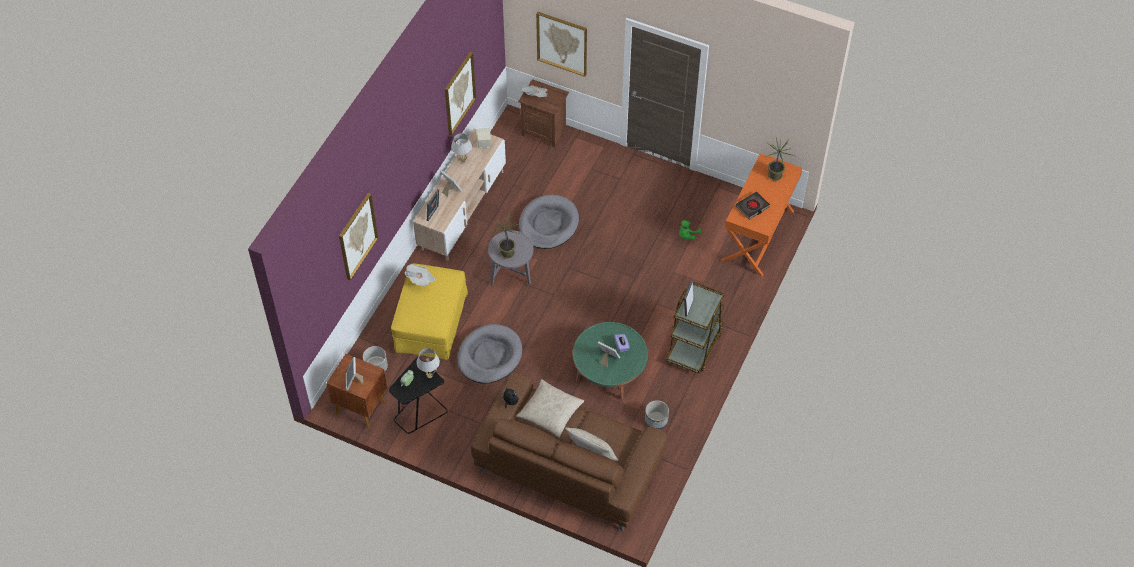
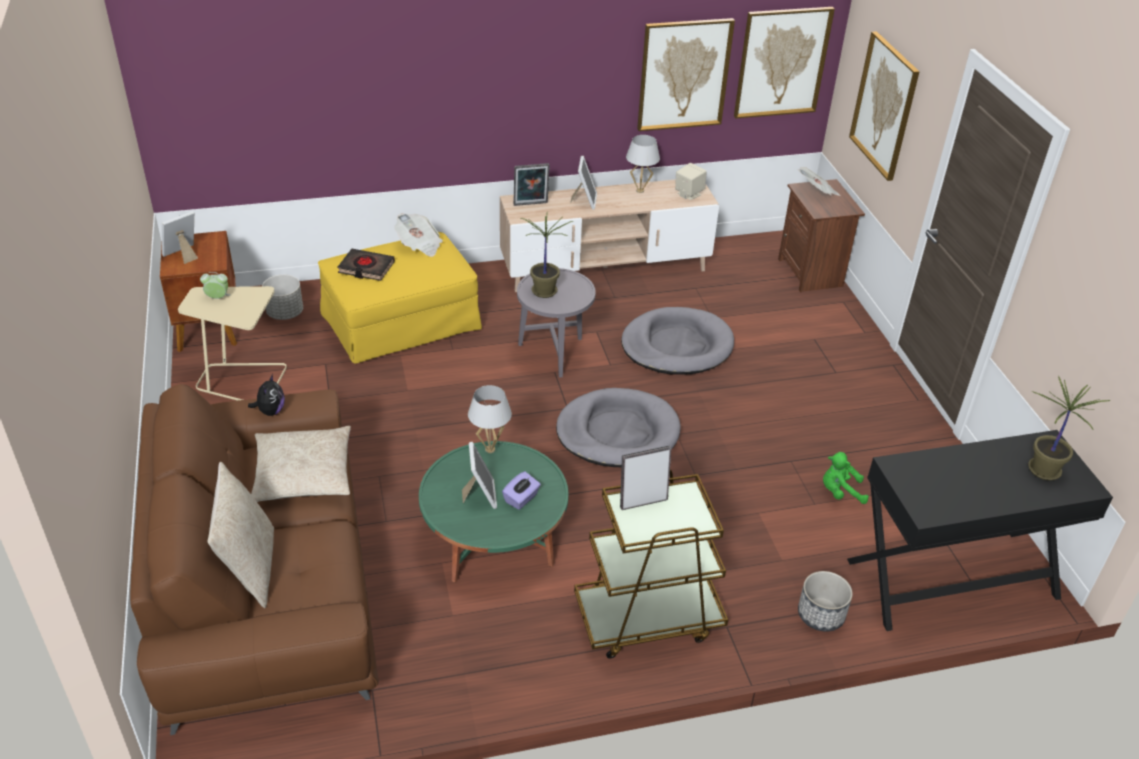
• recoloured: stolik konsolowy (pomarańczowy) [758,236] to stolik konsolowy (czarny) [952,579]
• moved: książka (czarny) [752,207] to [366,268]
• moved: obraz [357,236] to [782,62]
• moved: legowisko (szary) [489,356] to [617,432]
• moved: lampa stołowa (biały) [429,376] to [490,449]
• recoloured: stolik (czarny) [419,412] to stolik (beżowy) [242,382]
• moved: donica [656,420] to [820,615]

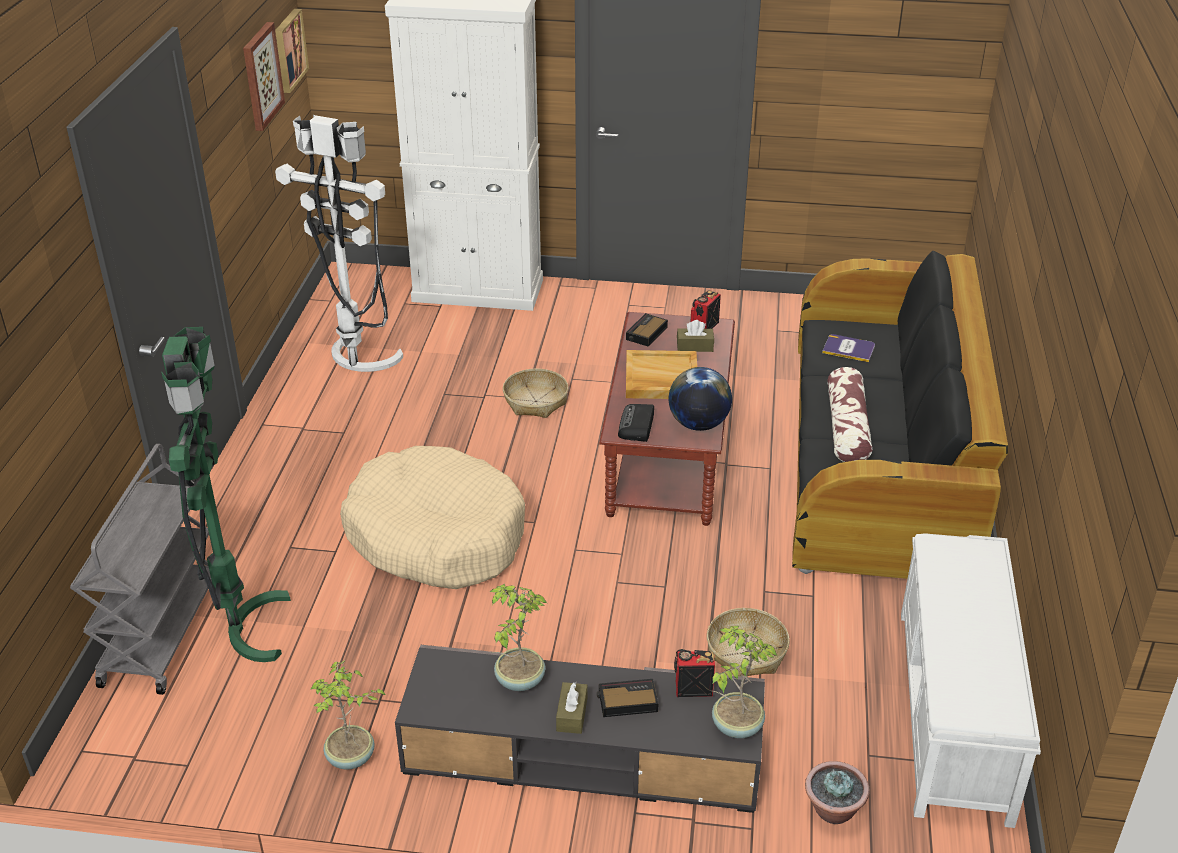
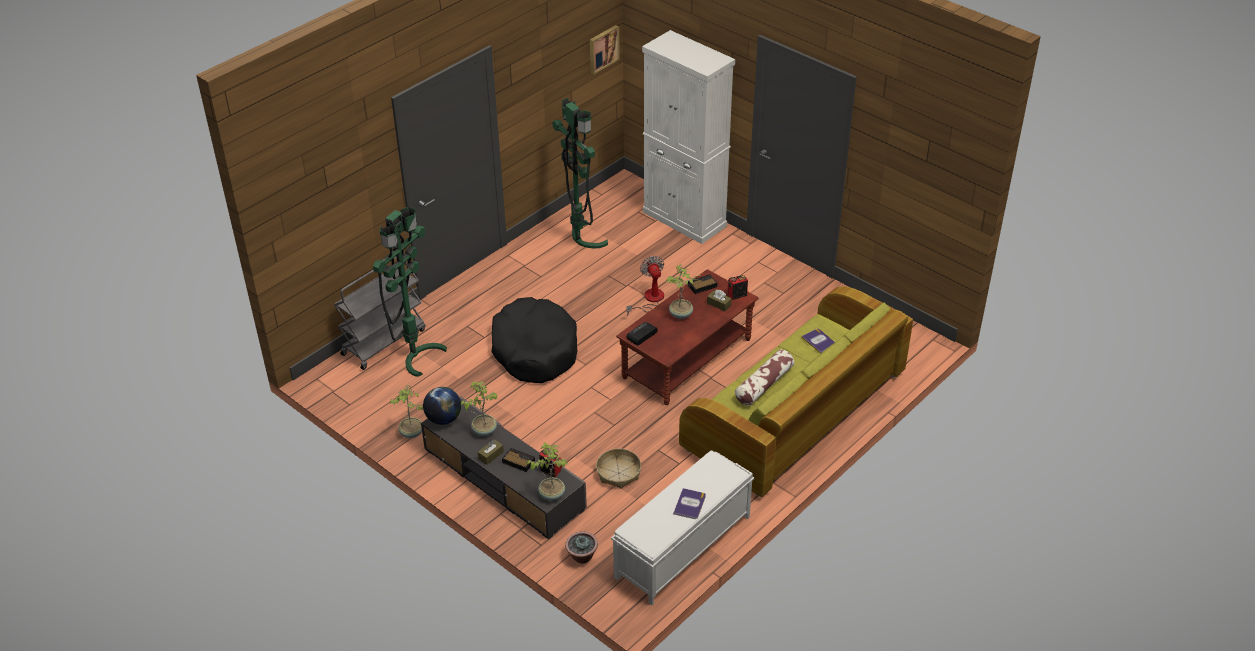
• removed: obraz [261,76]
• recoloured: lampa stojąca (biały) [357,365] to lampa stojąca (zielony) [580,240]
• recoloured: kanapa (czarny) [879,459] to kanapa (zielony) [795,412]
• replaced: taca (beżowy) [660,378] to roślina doniczkowa [681,315]
• moved: globus [698,424] to [443,419]
• replaced: koszyk [536,401] to wentylator [649,300]
• recoloured: legowisko (beżowy) [436,535] to legowisko (czarny) [535,350]
• added: książka [689,504]

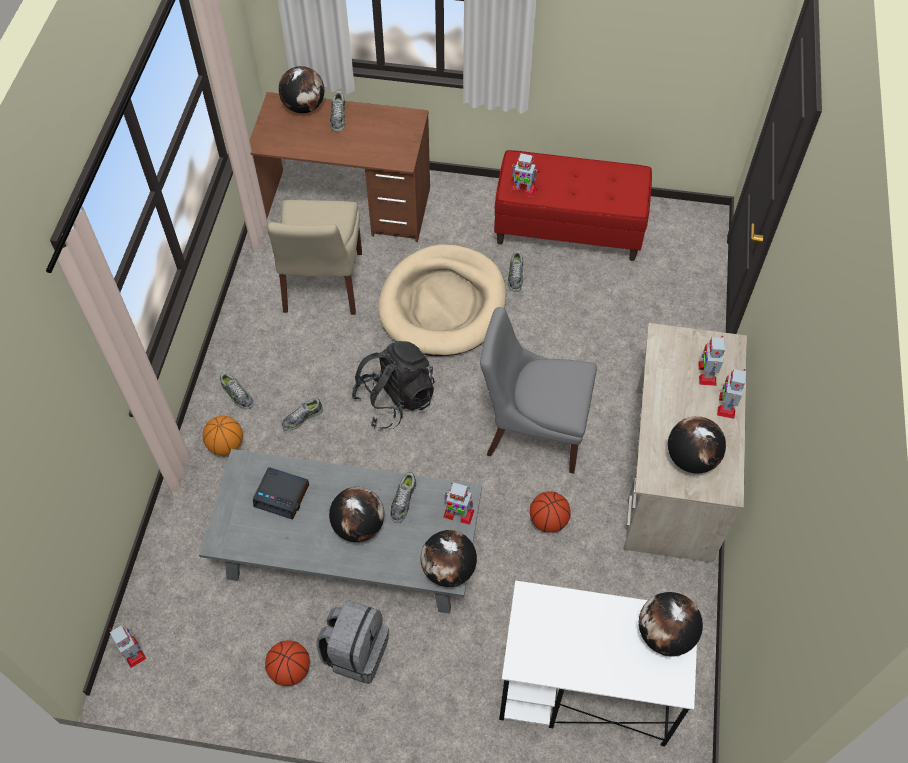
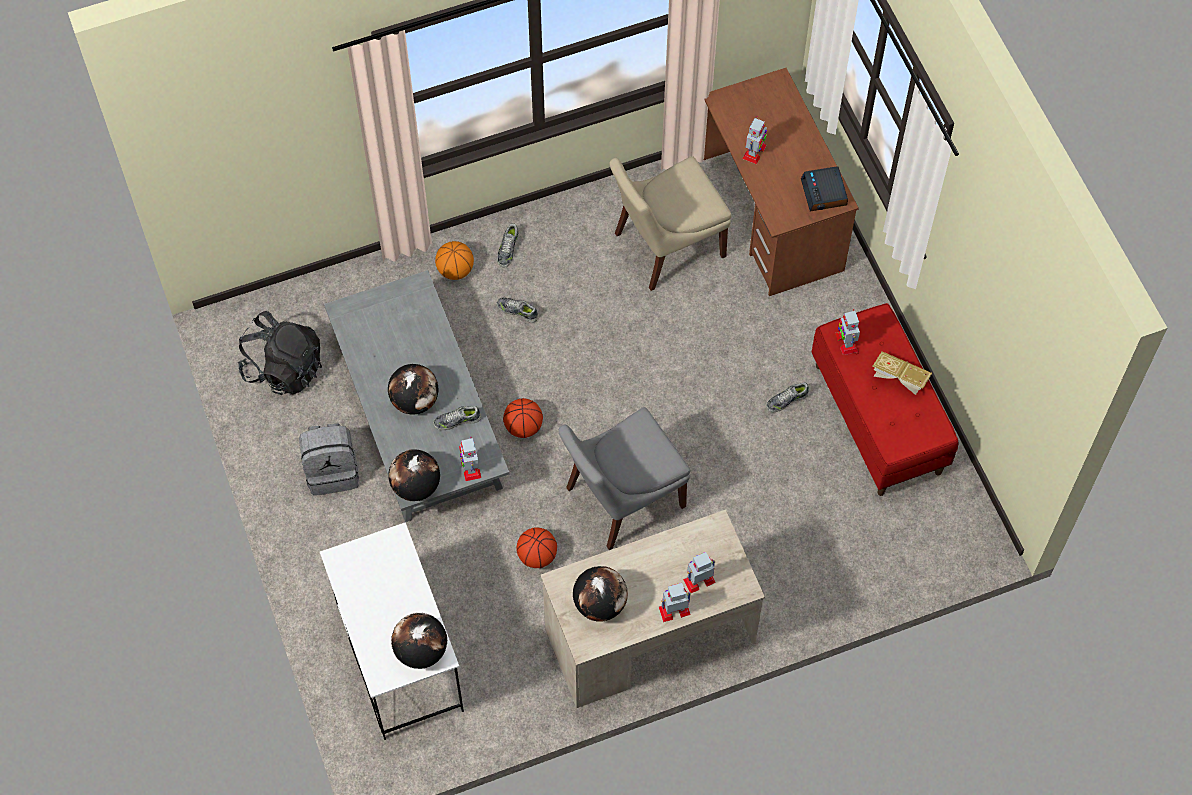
• removed: globus [304,107]
• removed: but [338,117]
• removed: legowisko (beżowy) [443,304]
• turned: krzesło (szary) [532,430] = [621,499] 105 degrees counterclockwise
• moved: plecak (czarny) [395,399] to [284,368]
• moved: budzik [282,495] to [824,193]
• moved: robot zabawkowy [132,652] to [754,152]
• moved: piłka do koszykówki [290,670] to [523,427]
• added: książka [899,379]

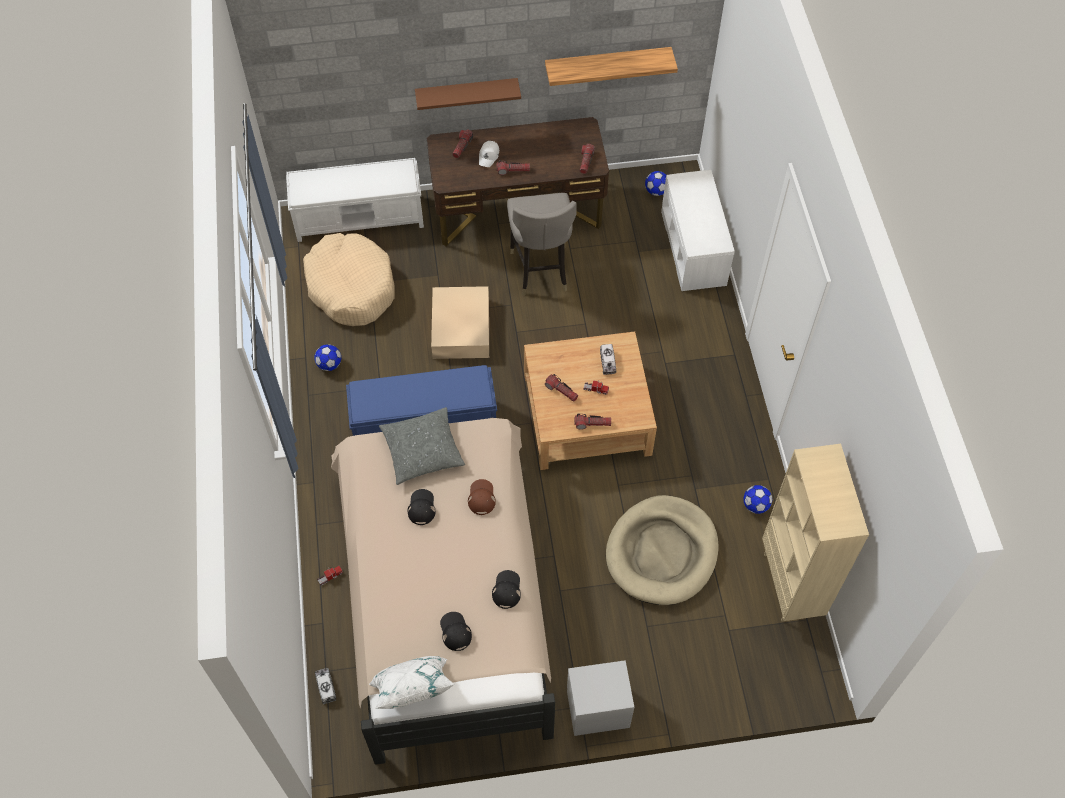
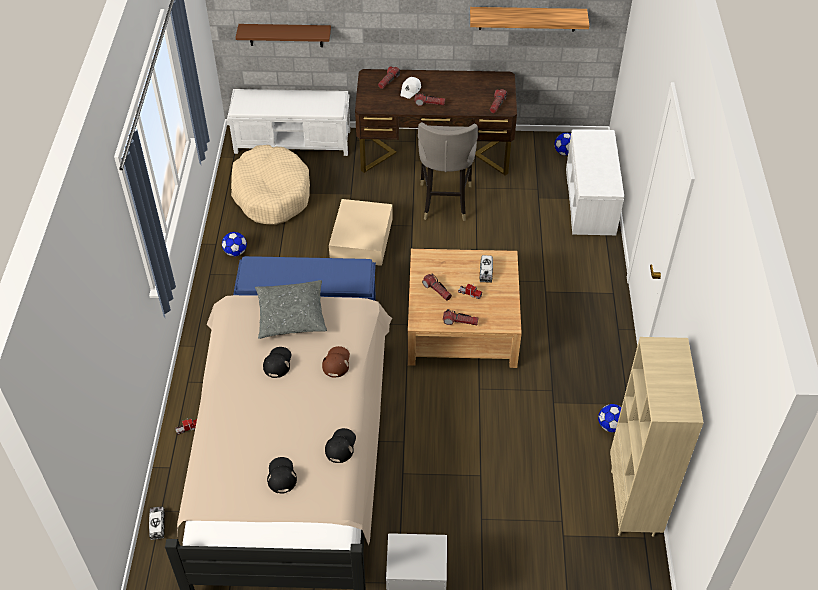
• moved: półka (brązowy) [466,93] to [285,35]
• removed: legowisko (beżowy) [662,552]
• removed: poduszka (biały) [413,692]

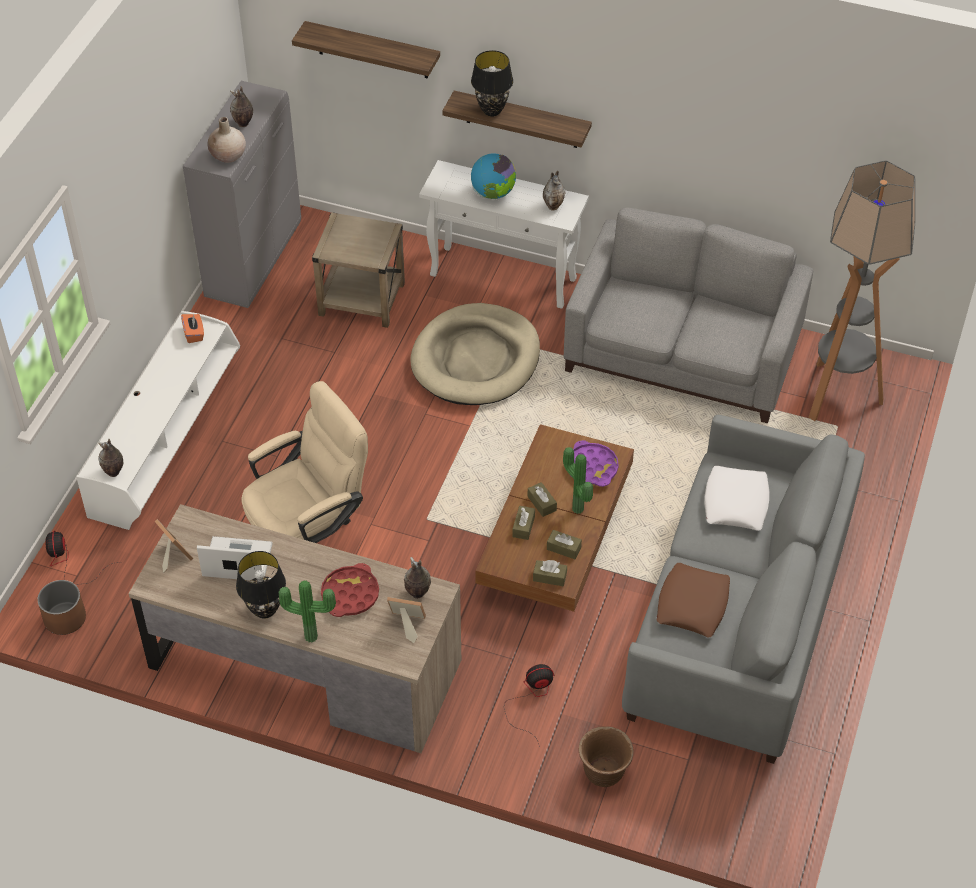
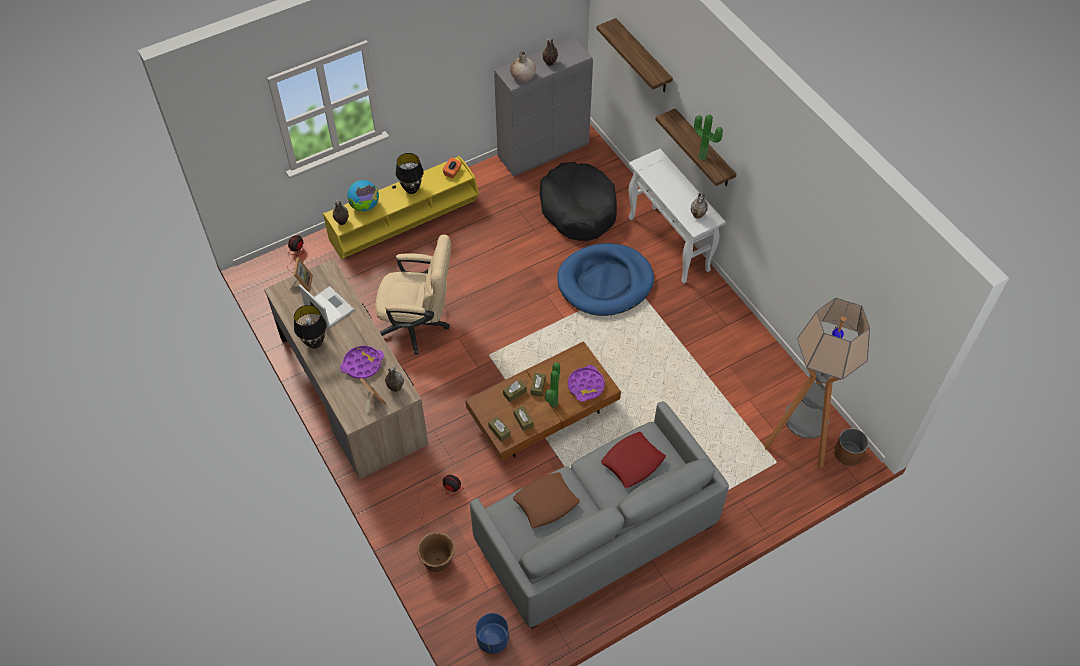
• moved: lampa stołowa (czarny) [491,110] to [412,189]
• moved: globus [493,193] to [365,206]
• removed: kanapa (szary) [682,352]
• replaced: stolik (beżowy) [362,300] to legowisko (czarny) [578,209]
• recoloured: legowisko (beżowy) [476,359] to legowisko (niebieski) [605,282]
• recoloured: szafka pod telewizor (biały) [167,439] to szafka pod telewizor (żółty) [405,223]
• recoloured: poduszka (biały) [736,503] to poduszka (czerwony) [632,462]
• recoloured: taca (czerwony) [350,594] to taca (fioletowy) [362,364]
• moved: donica (brązowy) [64,618] to [847,453]
• moved: roślina doniczkowa [311,635] to [703,156]
• added: donica (niebieski) [492,640]

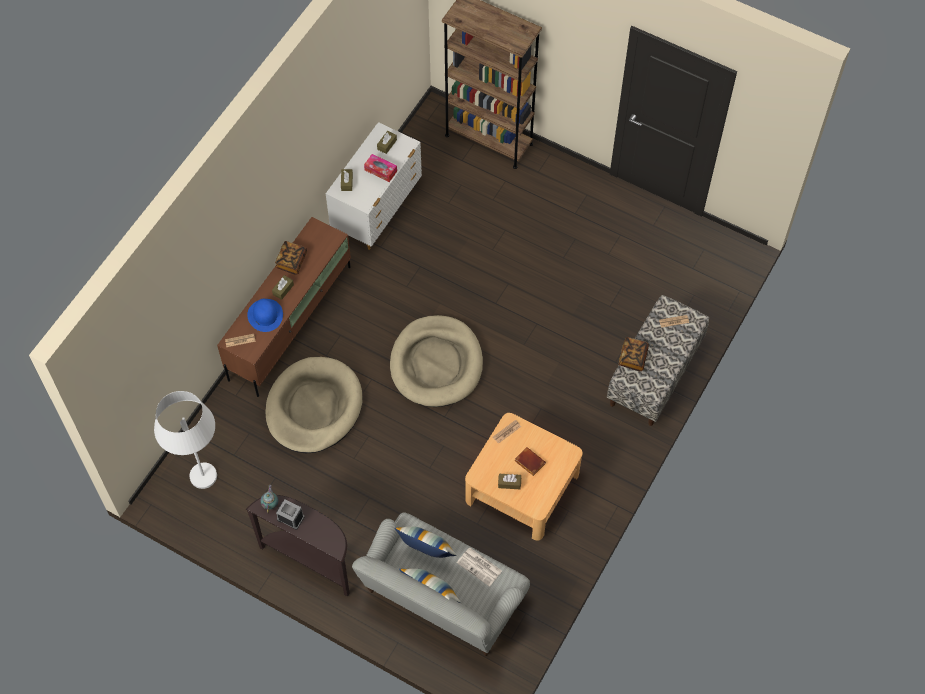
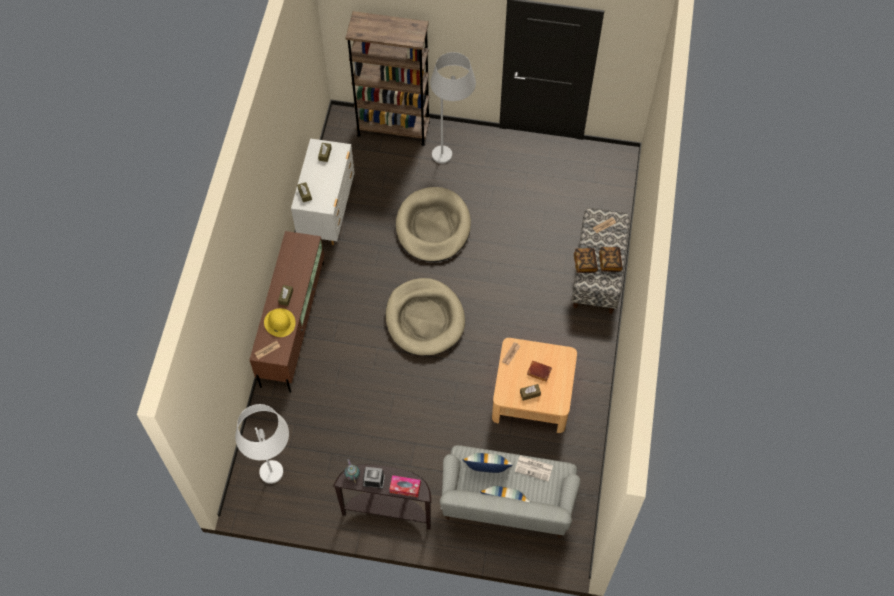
• moved: pudełko chusteczek [380,170] to [405,488]
• moved: książka [291,262] to [610,262]
• recoloured: kapelusz (niebieski) [265,315] to kapelusz (żółty) [279,322]
• moved: legowisko (beżowy) [314,407] to [433,227]
• added: lampa stojąca (biały) [452,151]

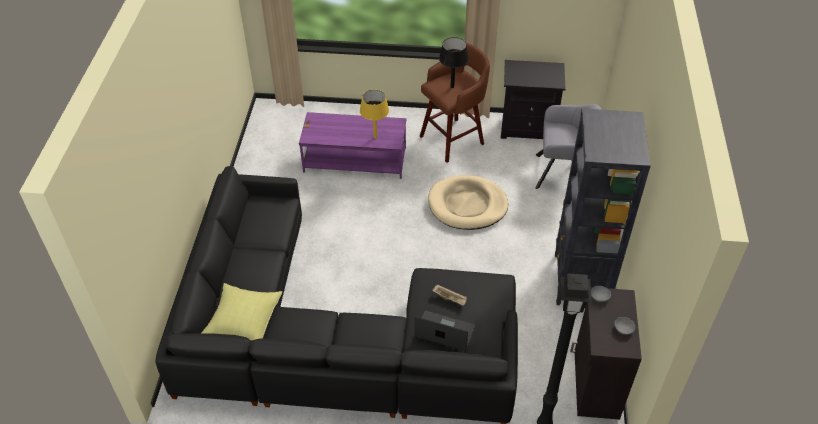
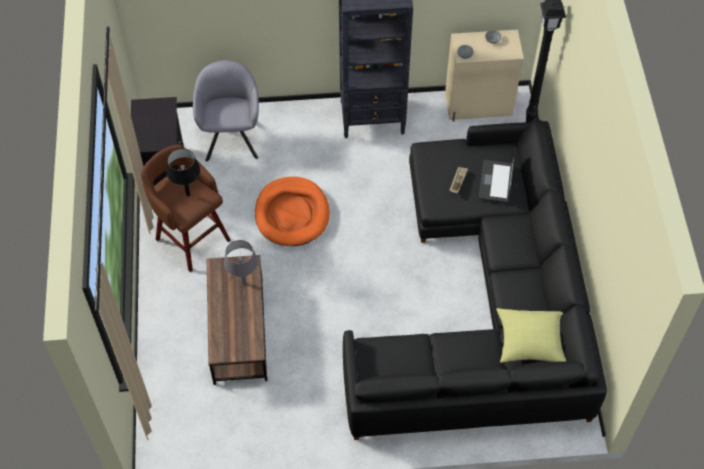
• recoloured: lampa stołowa (żółty) [375,137] to lampa stołowa (szary) [244,283]
• recoloured: ława (fioletowy) [354,160] to ława (brązowy) [239,331]
• recoloured: legowisko (beżowy) [467,205] to legowisko (pomarańczowy) [292,214]
• recoloured: szafka (czarny) [595,384] to szafka (beżowy) [479,105]

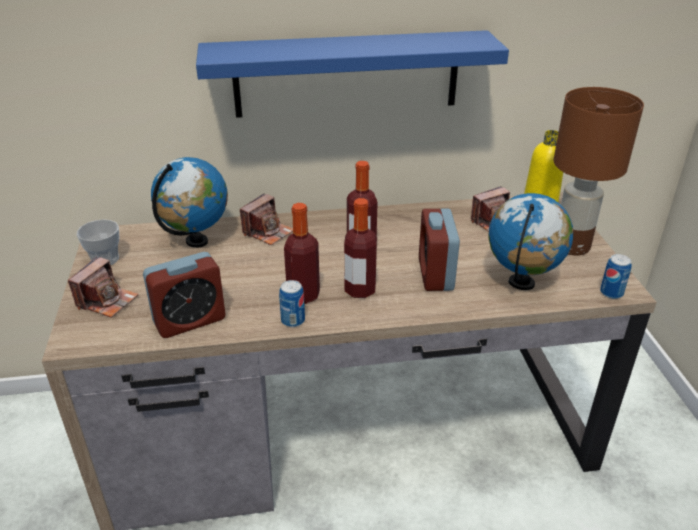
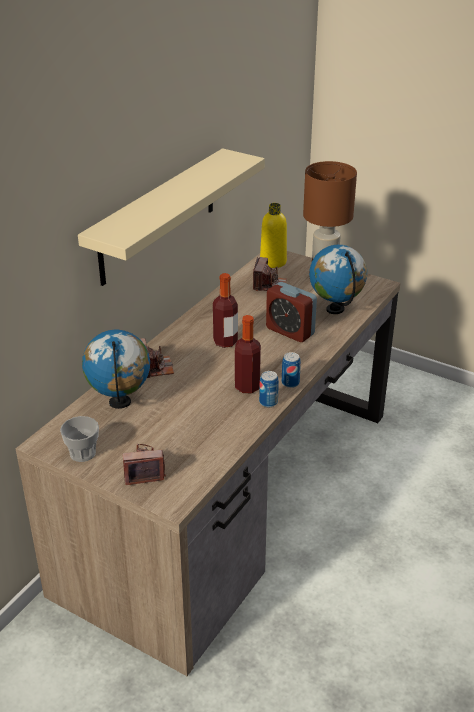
• recoloured: półka (niebieski) [346,74] to półka (beżowy) [158,216]
• removed: butelka [360,290]
• removed: budzik [190,321]
• moved: puszka [611,293] to [290,383]
• turned: aparat fotograficzny [107,301] = [143,470] 75 degrees counterclockwise

